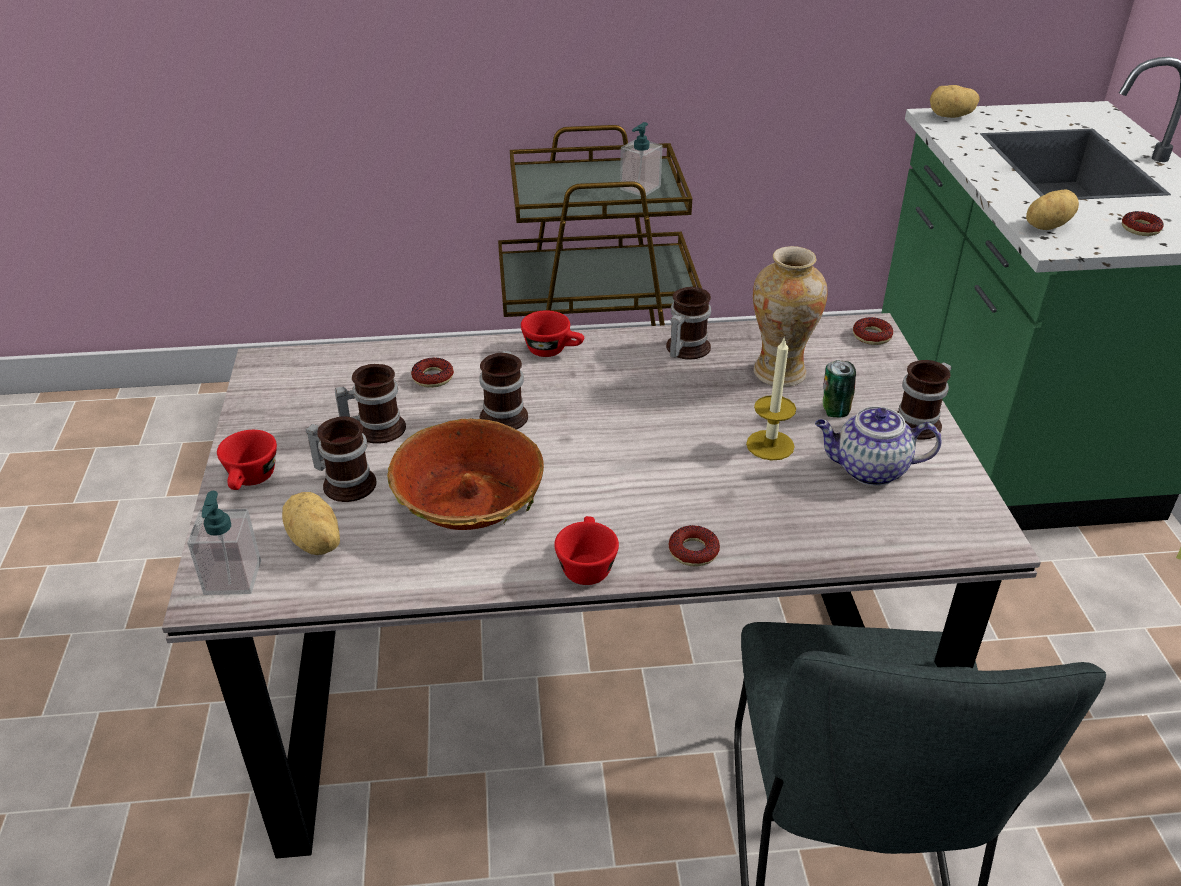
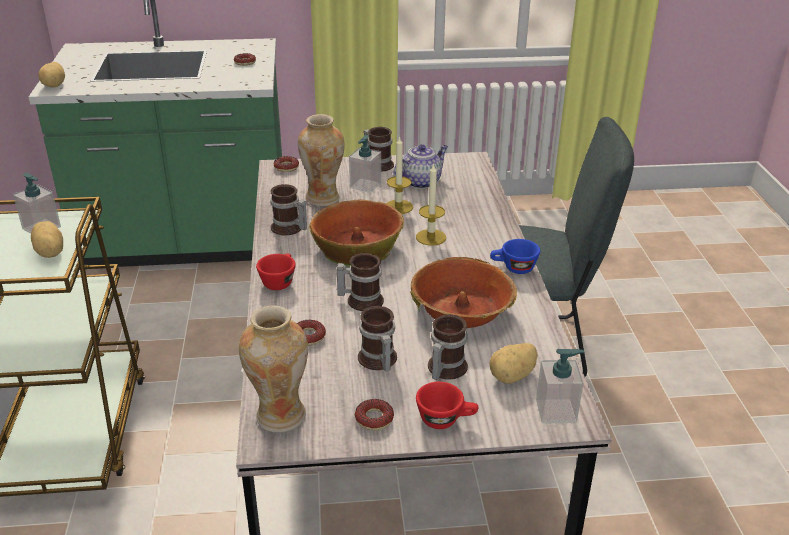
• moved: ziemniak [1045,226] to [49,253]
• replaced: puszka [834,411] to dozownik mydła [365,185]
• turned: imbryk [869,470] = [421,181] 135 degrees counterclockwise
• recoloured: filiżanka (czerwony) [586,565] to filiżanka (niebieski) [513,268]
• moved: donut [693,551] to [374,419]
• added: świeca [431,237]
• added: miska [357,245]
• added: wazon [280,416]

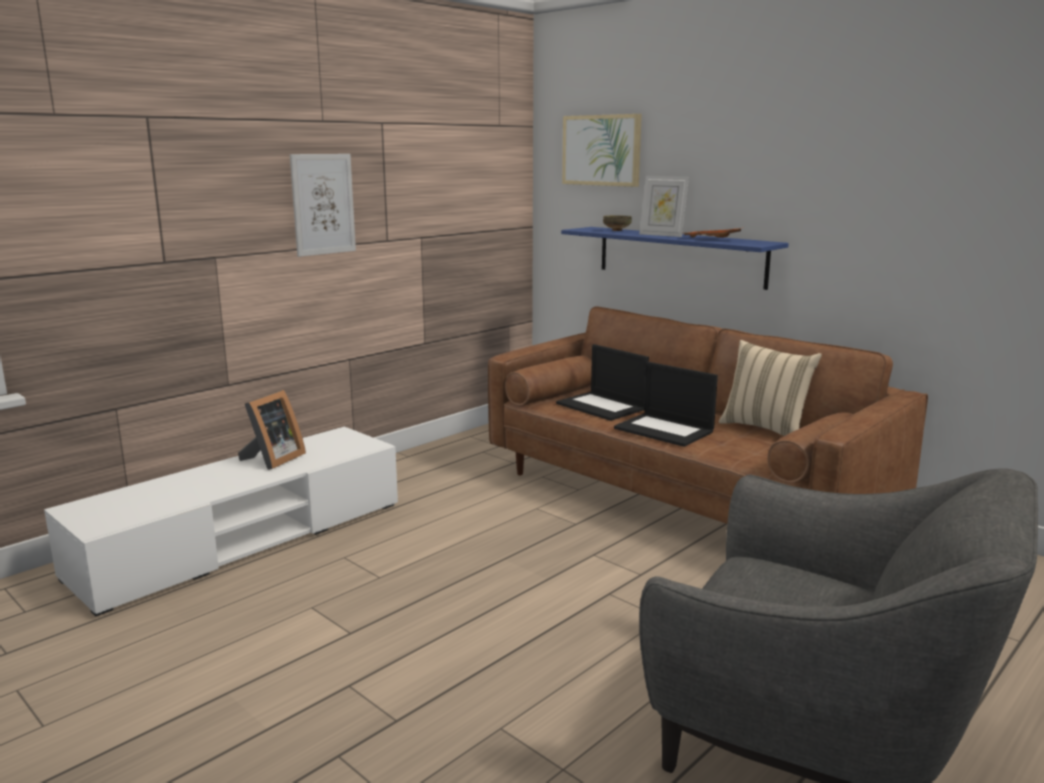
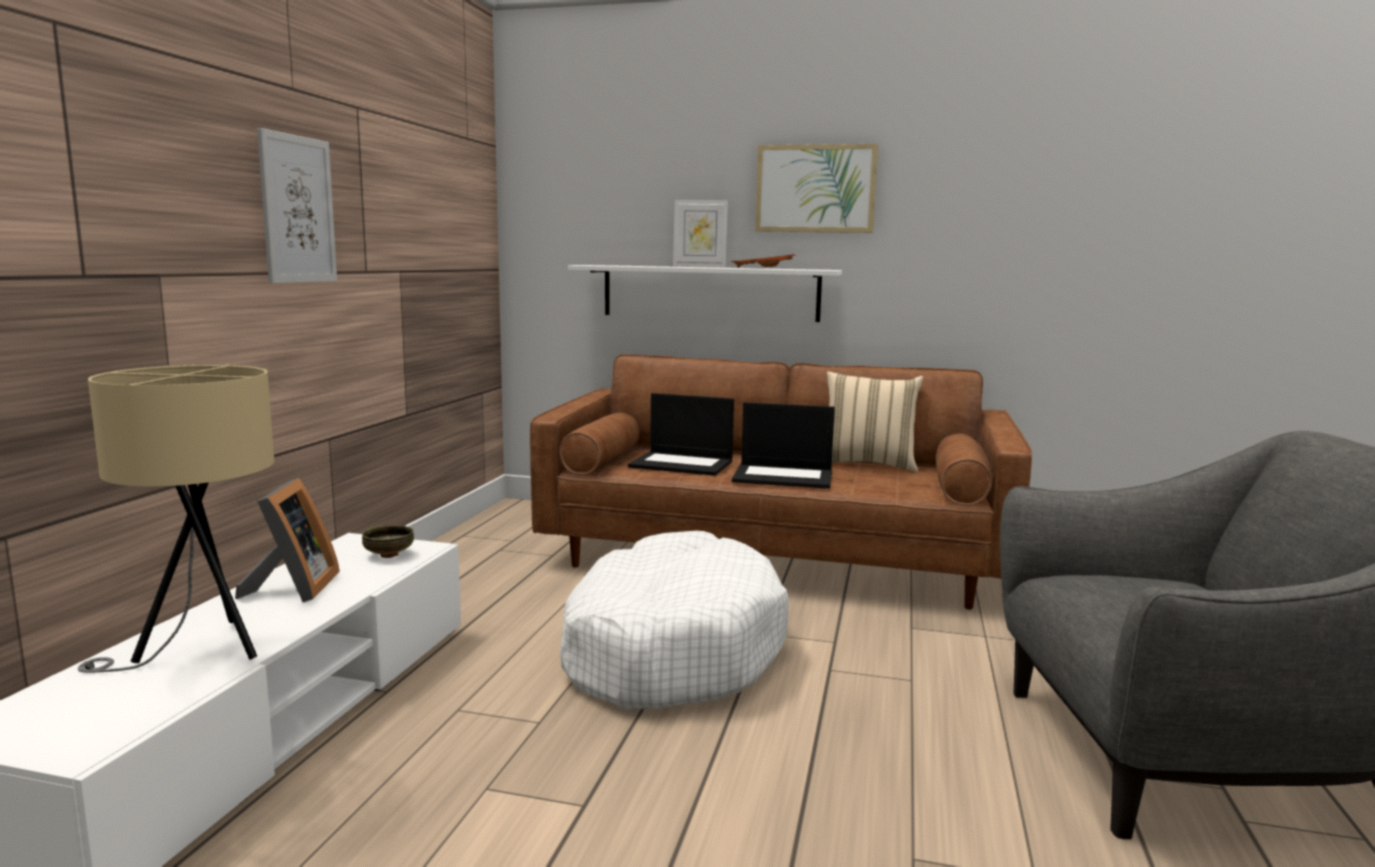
• moved: obraz [601,150] to [815,189]
• moved: miska [616,230] to [388,555]
• recoloured: półka (niebieski) [679,256] to półka (biały) [710,293]
• added: lampa stołowa (beżowy) [200,650]
• added: legowisko (biały) [670,649]

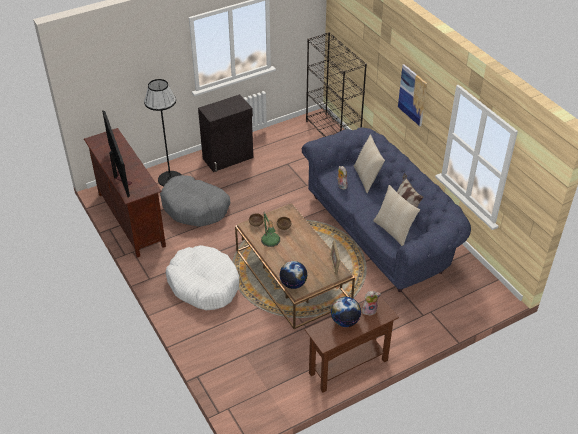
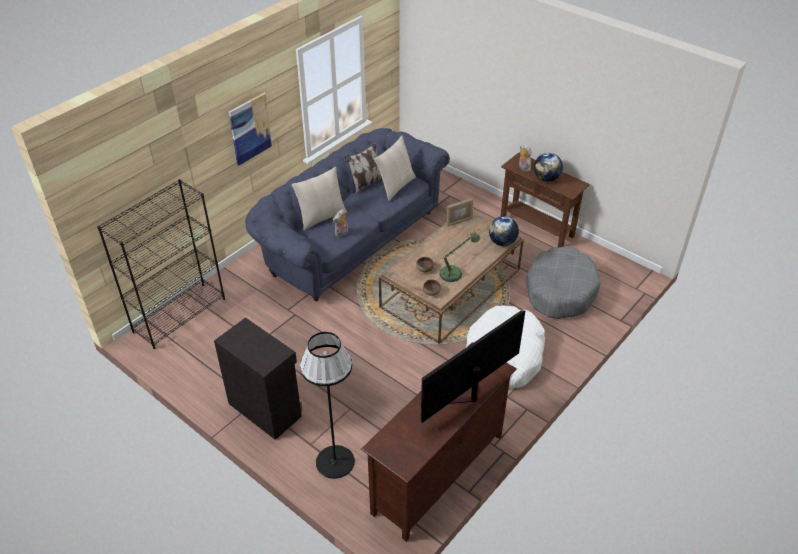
• moved: legowisko (szary) [195,208] to [560,291]

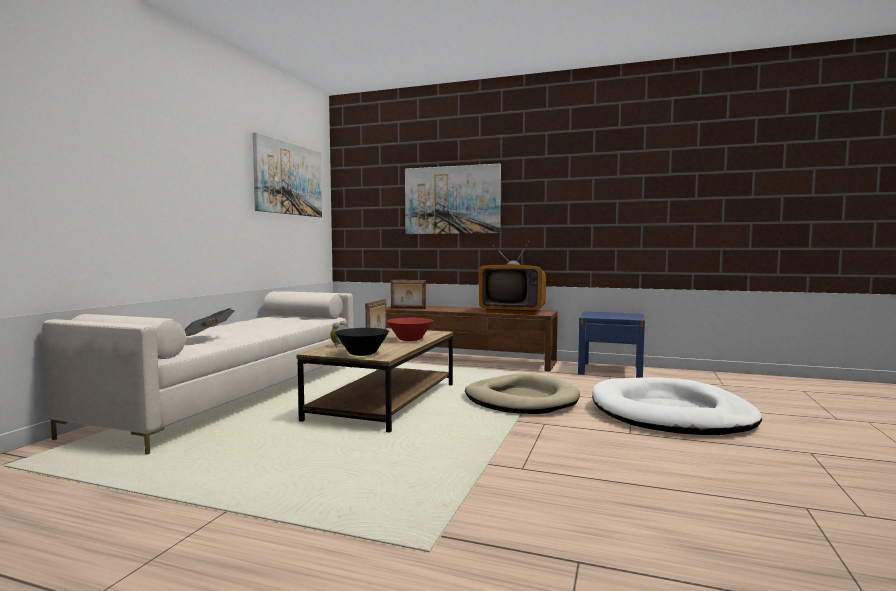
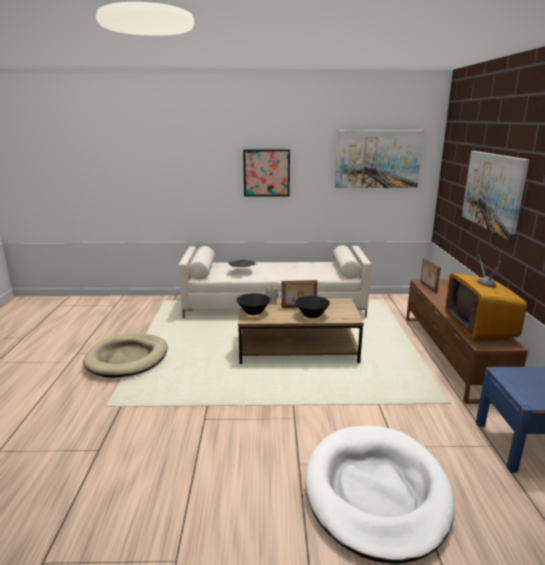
• recoloured: miska (czerwony) [410,339] to miska (czarny) [312,315]
• moved: legowisko (beżowy) [521,400] to [127,358]
• added: obraz [266,173]

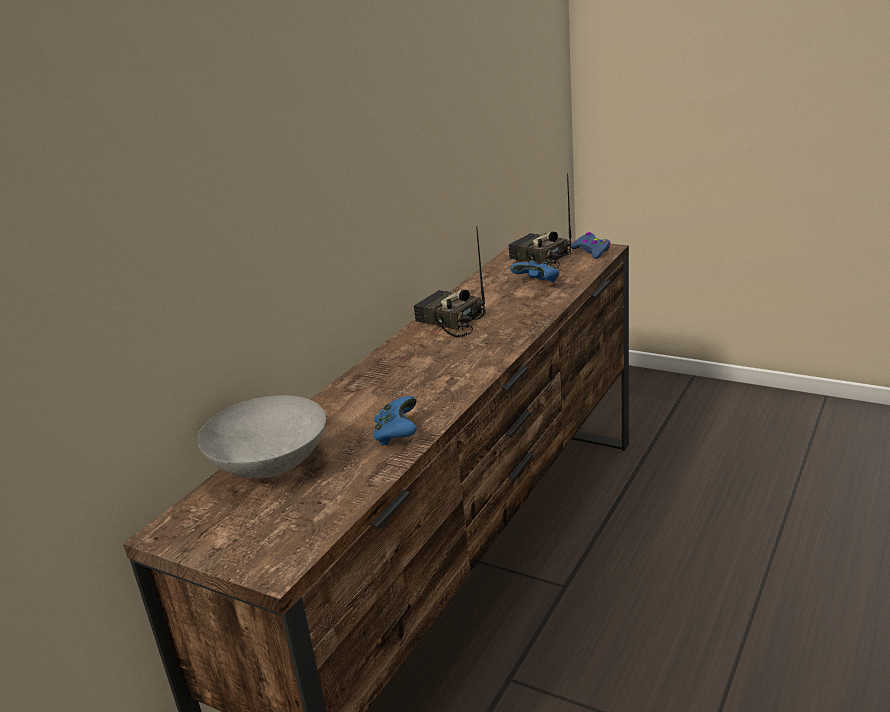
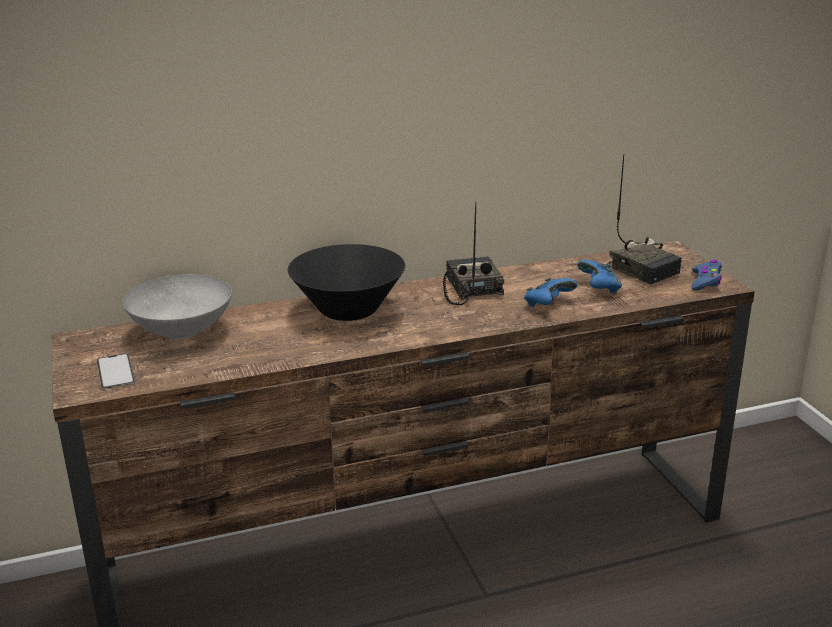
• turned: radio [539,259] = [645,269] 150 degrees clockwise
• moved: pad do gier (niebieski) [397,434] to [548,304]
• added: miska (czarny) [349,310]
• added: telefon [115,372]

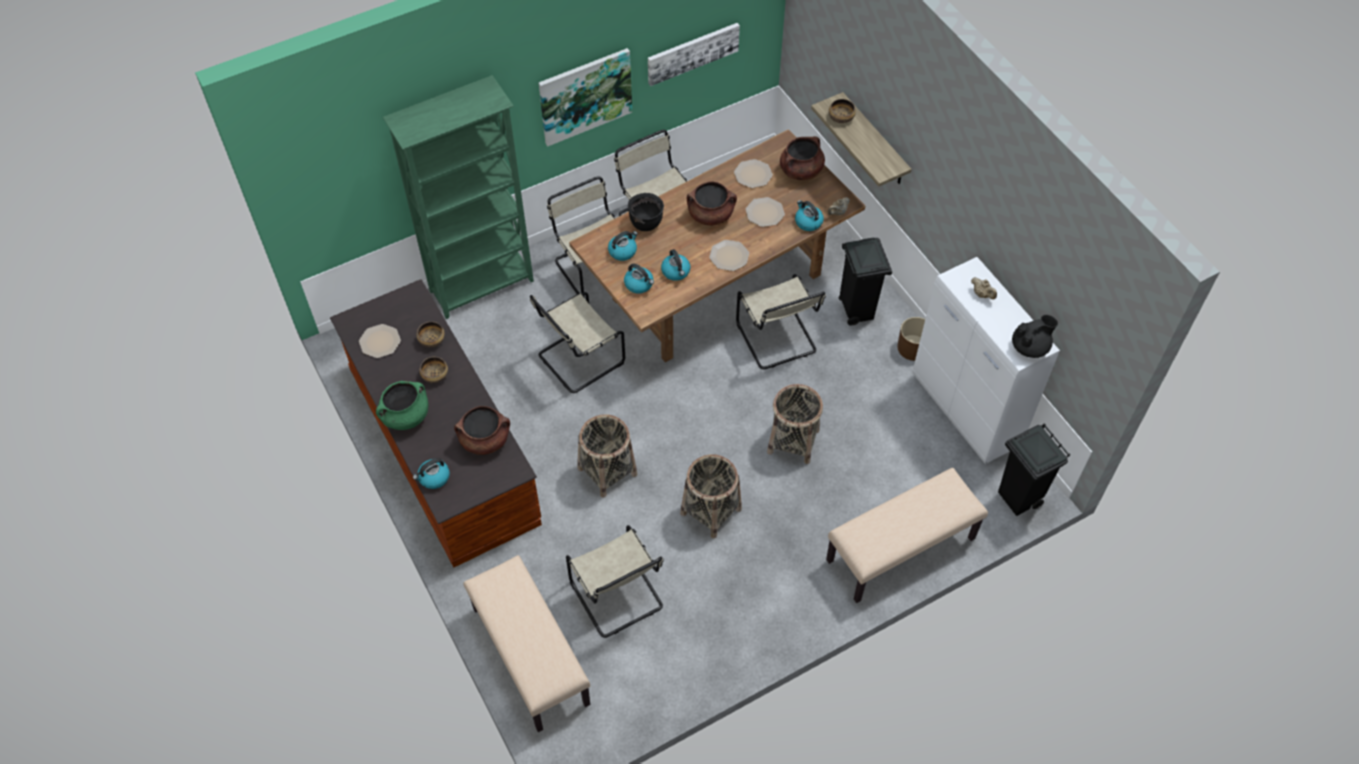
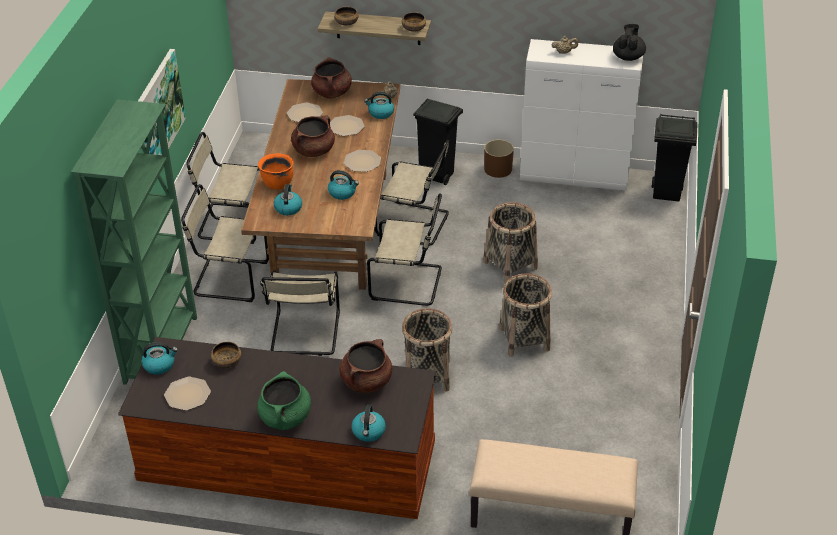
• removed: obraz [692,52]
• recoloured: garnek (czarny) [646,223] to garnek (pomarańczowy) [277,183]
• moved: czajnik [639,284] to [159,365]
• moved: miska [435,374] to [413,28]
• removed: ławka (beżowy) [900,550]
• moved: krzesło (beżowy) [618,598] to [409,283]

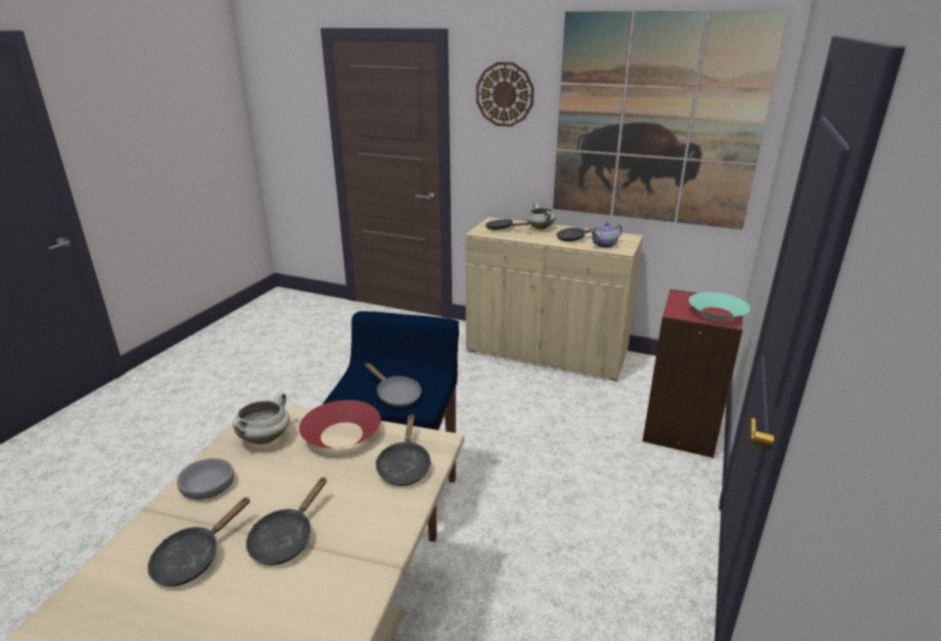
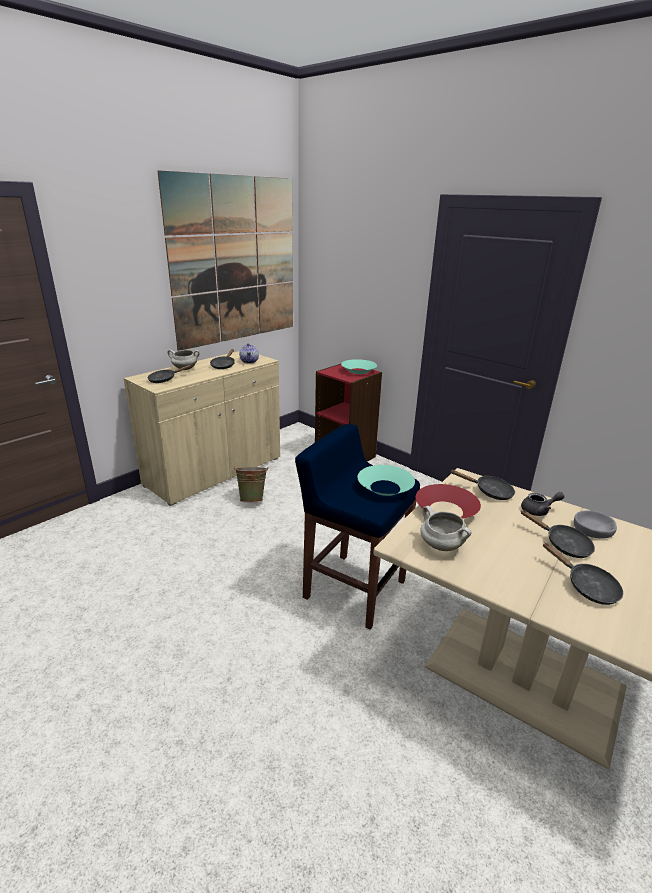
• removed: zegar ścienny [504,94]
• replaced: patelnia (szary) [395,395] to miska (turkusowy) [385,487]
• moved: miska (szary) [207,485] to [593,529]
• added: wiadro (zielony) [252,499]
• added: imbryk (szary) [539,511]

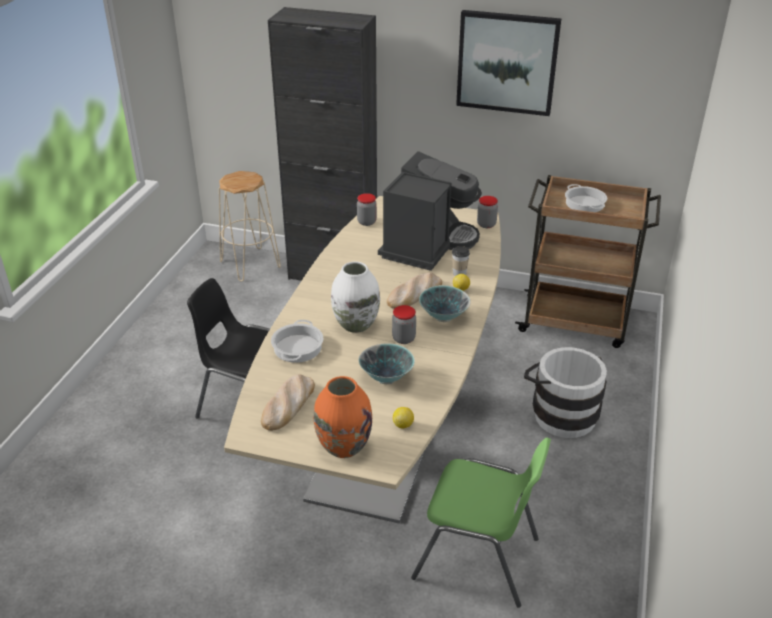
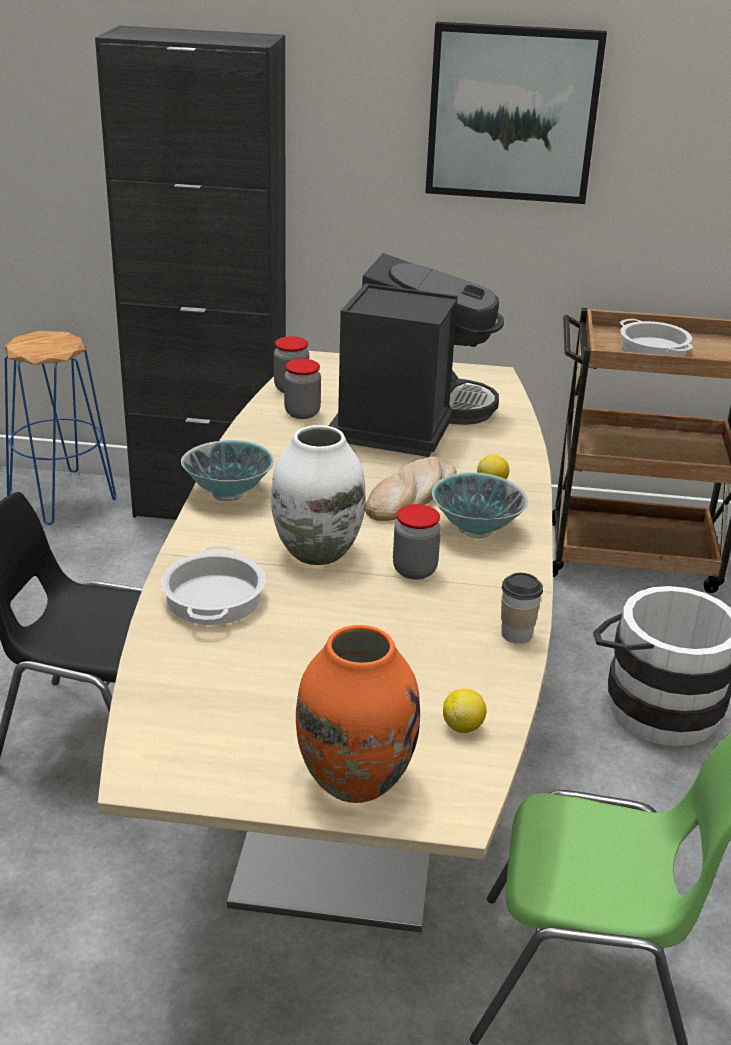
• recoloured: stołek (beżowy) [250,264] to stołek (niebieski) [62,497]
• moved: słoik [486,224] to [302,413]
• moved: filiżanka [459,273] to [516,634]
• moved: miska [386,378] to [229,494]
• removed: chleb [288,405]

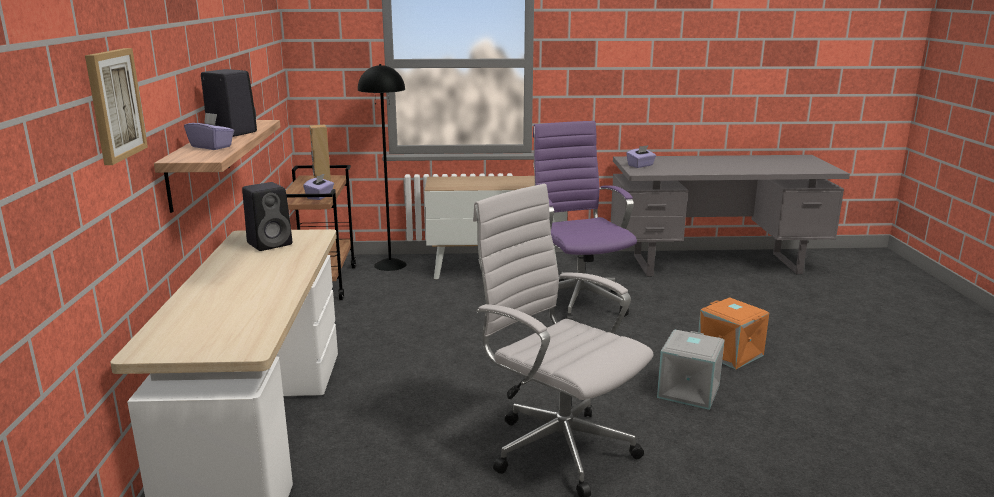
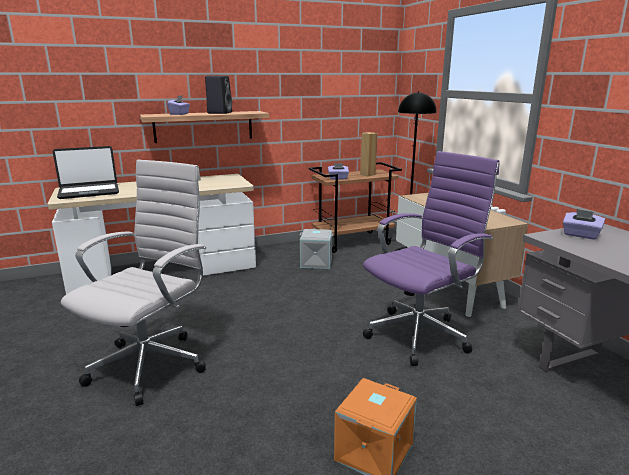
• removed: obraz [114,104]
• removed: głośnik (czarny) [271,243]
• moved: pojemnik do przechowywania (szary) [689,392] to [316,262]
• added: laptop [89,192]

